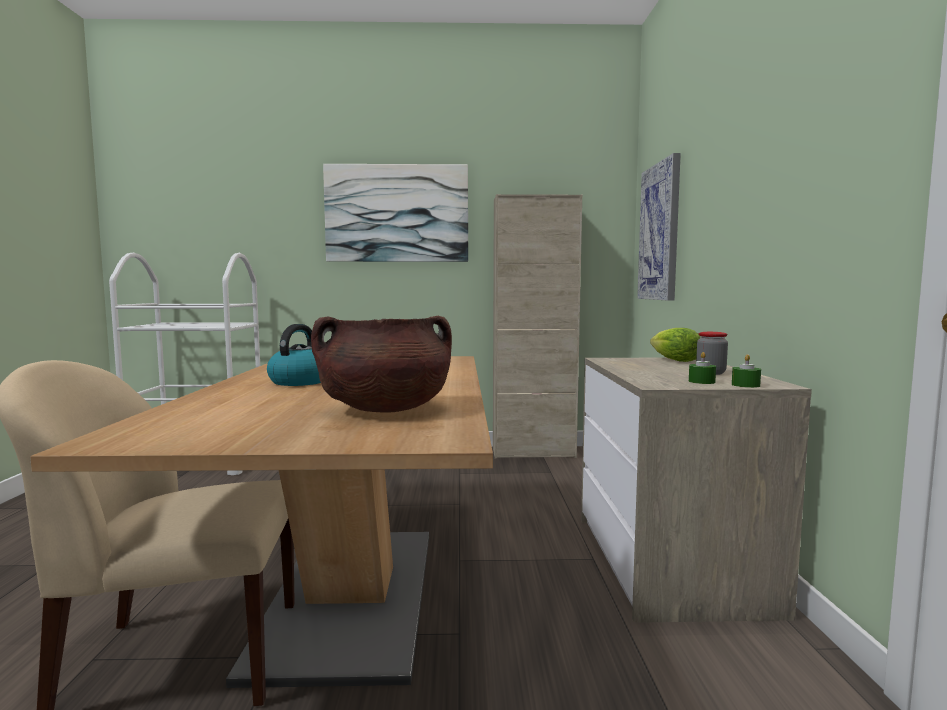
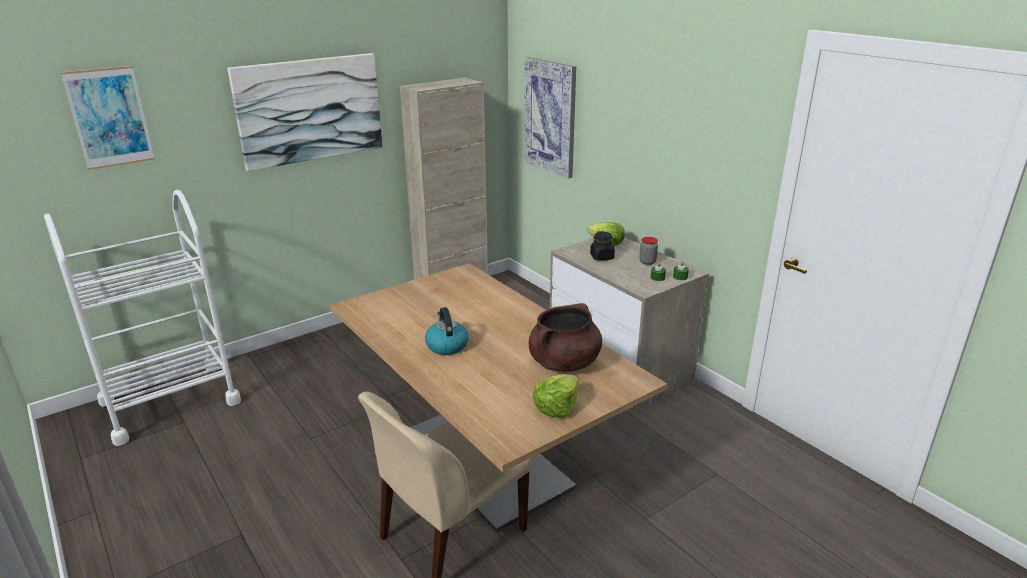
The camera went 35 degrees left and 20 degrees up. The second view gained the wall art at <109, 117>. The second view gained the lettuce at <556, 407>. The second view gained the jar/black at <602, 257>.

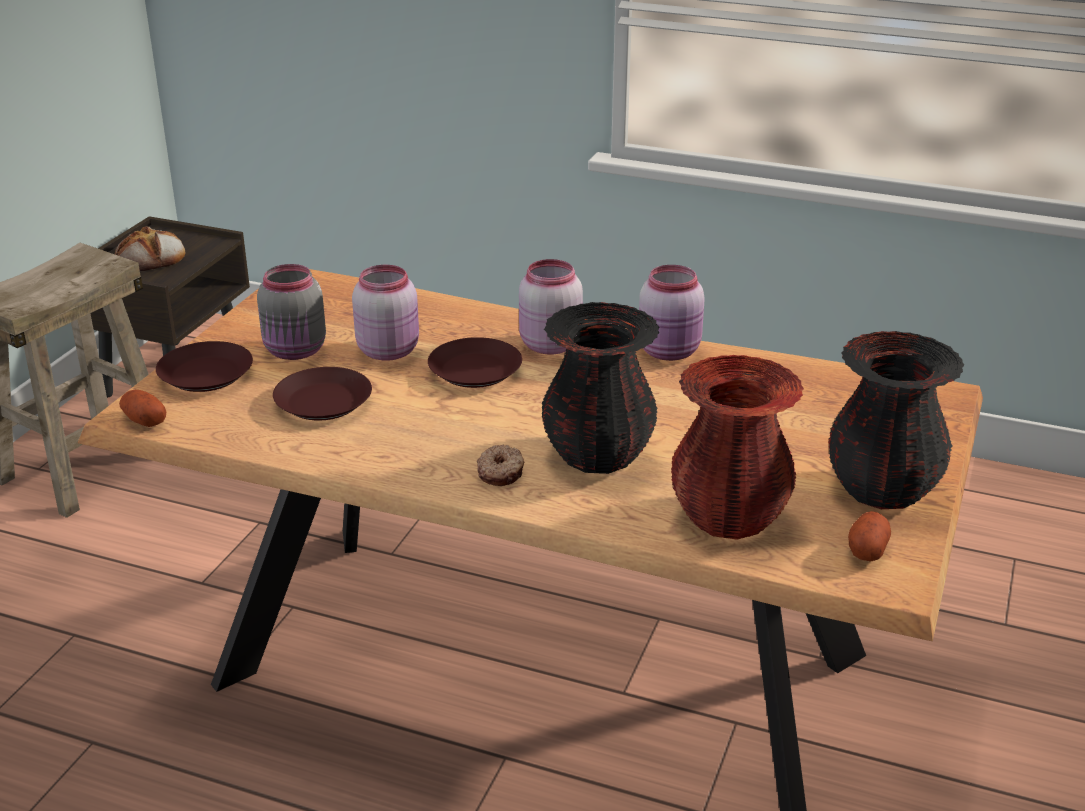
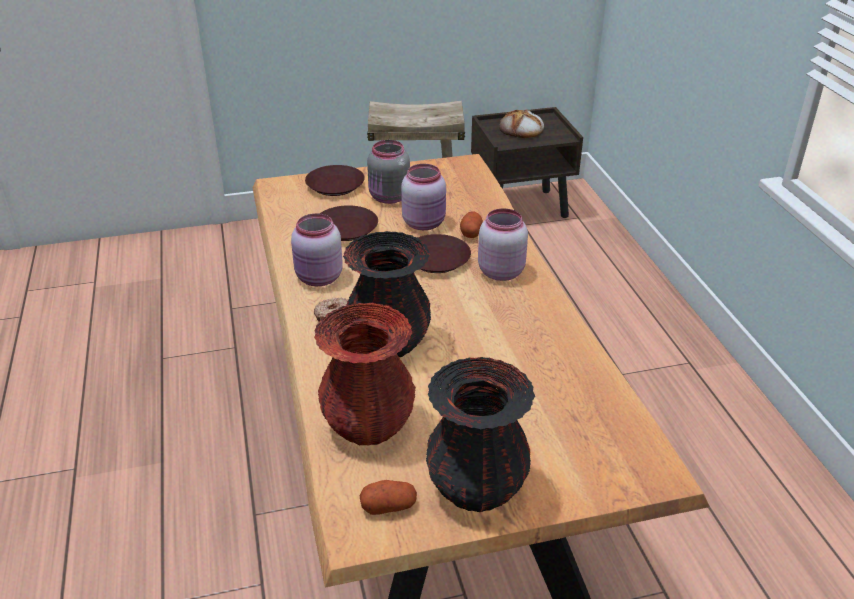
The camera went 55 degrees right and 5 degrees up. The potato ended up elsewhere, having gone from <144, 420> to <470, 232>. The jar/pink ended up elsewhere, having gone from <670, 351> to <319, 278>.

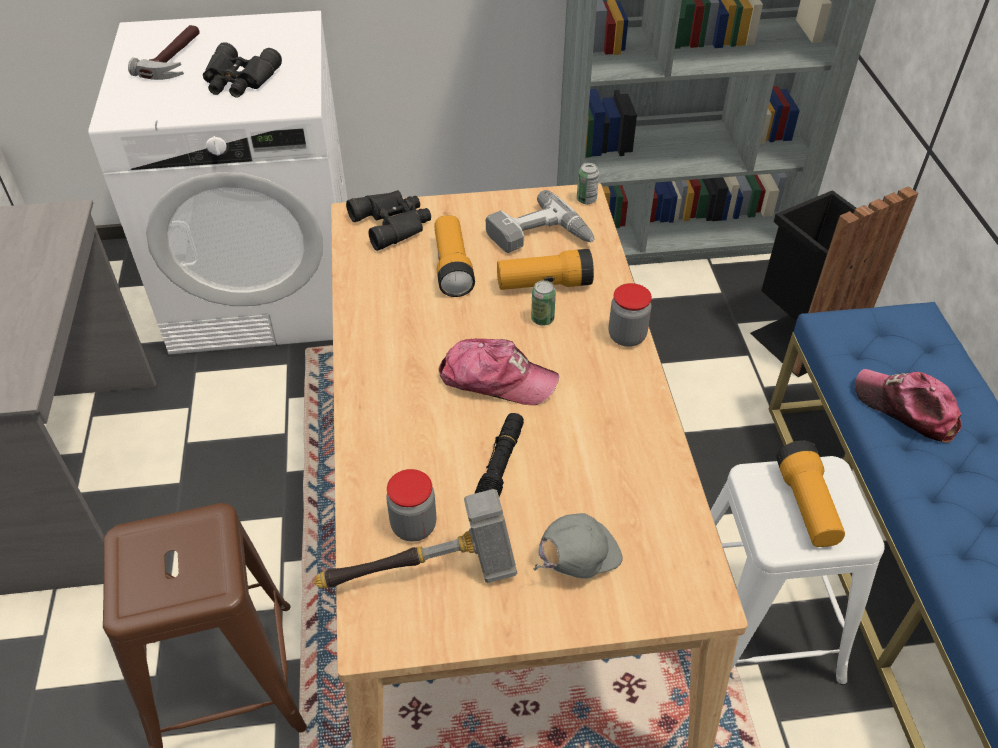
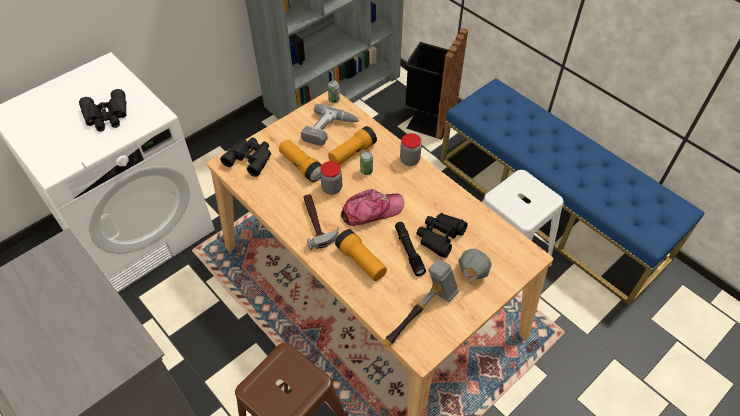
The camera went 35 degrees left and 5 degrees up. The second view lost the peaked cap at <906, 408>. The second view gained the binoculars/black at <440, 237>. The hammer ended up elsewhere, having gone from <176, 59> to <318, 223>. The jar ended up elsewhere, having gone from <413, 526> to <332, 188>. The flashlight ended up elsewhere, having gone from <806, 505> to <361, 261>.

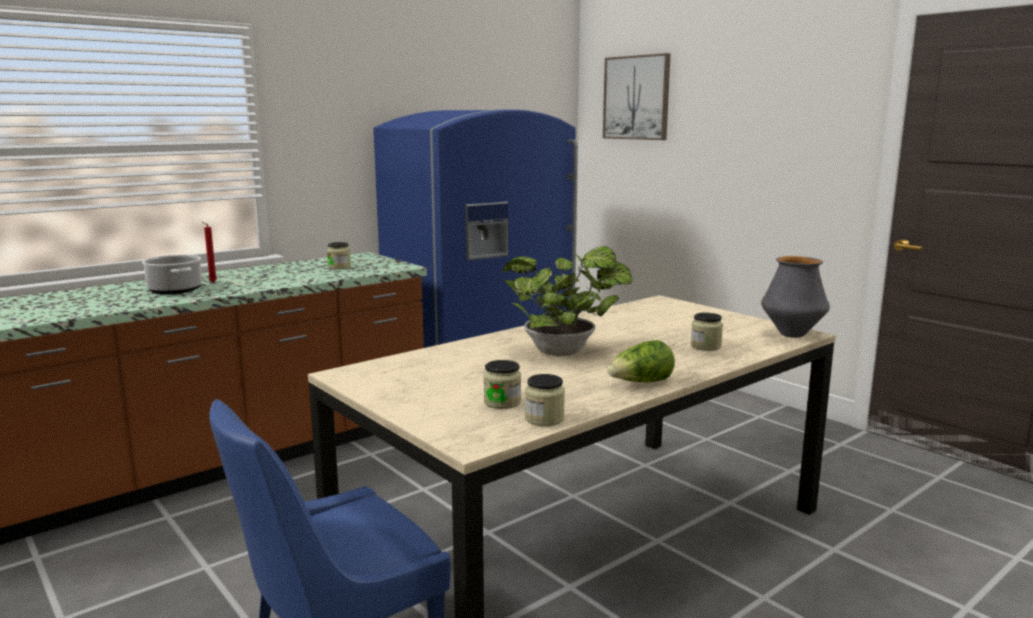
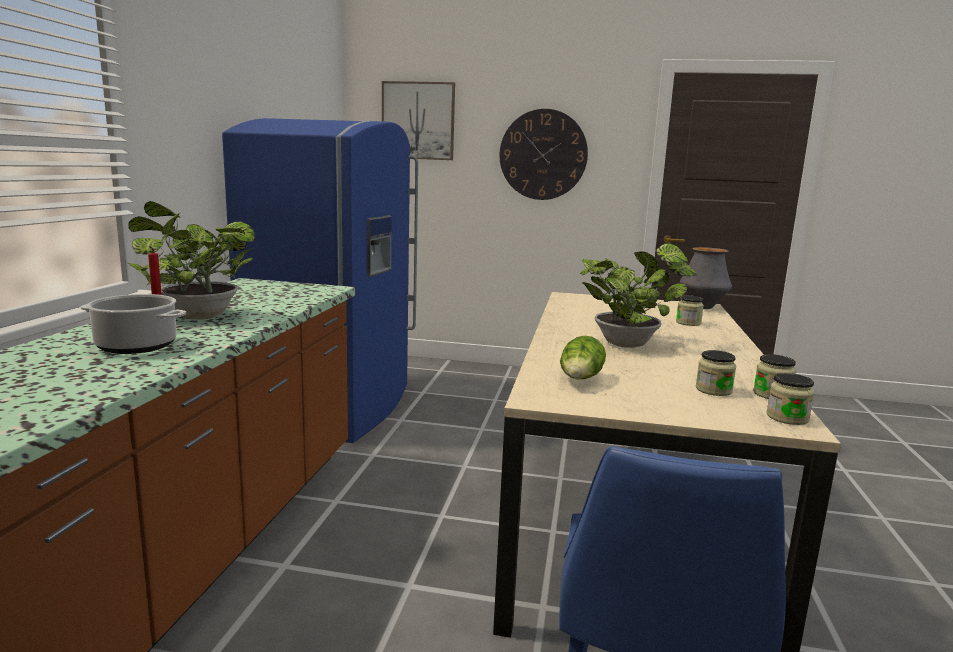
The camera went 40 degrees left and 0 degrees up. The second view gained the houseplant at <195, 315>. The second view gained the wall clock at <543, 155>. The jar ended up elsewhere, having gone from <339, 267> to <787, 417>. The lettuce ended up elsewhere, having gone from <641, 383> to <580, 380>.

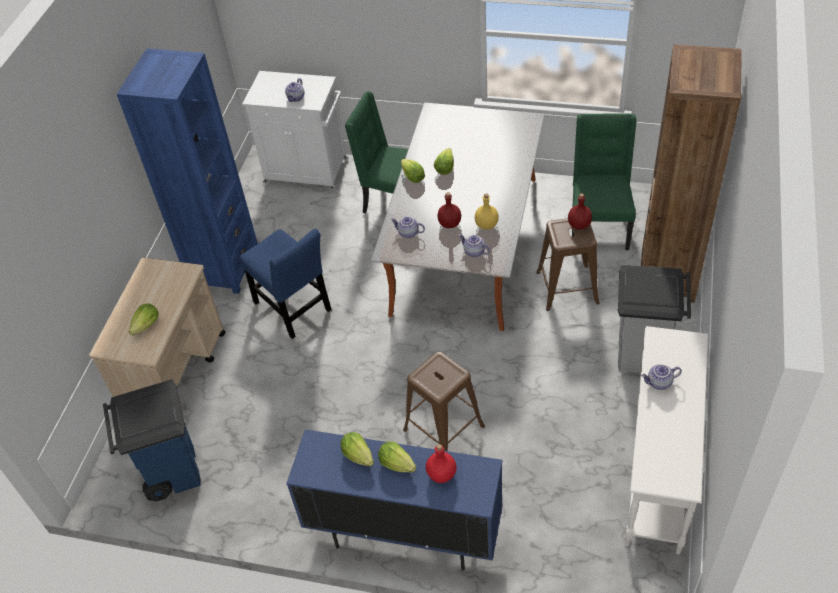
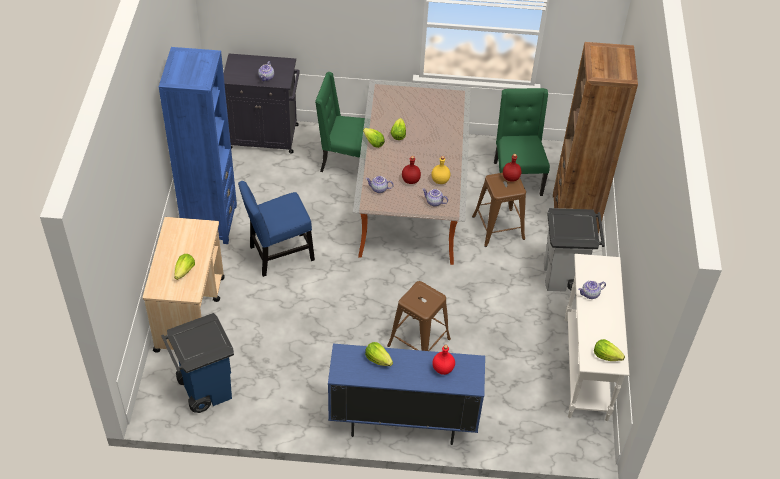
The camera went 15 degrees left and 0 degrees up. The lettuce ended up elsewhere, having gone from <397, 464> to <606, 356>. What was the cupboard/whitish at <308, 171> turned into the cupboard/black at <265, 137>. The upright chair/blue-coloured at <294, 309> ended up facing another way, 120 degrees clockwise from before.

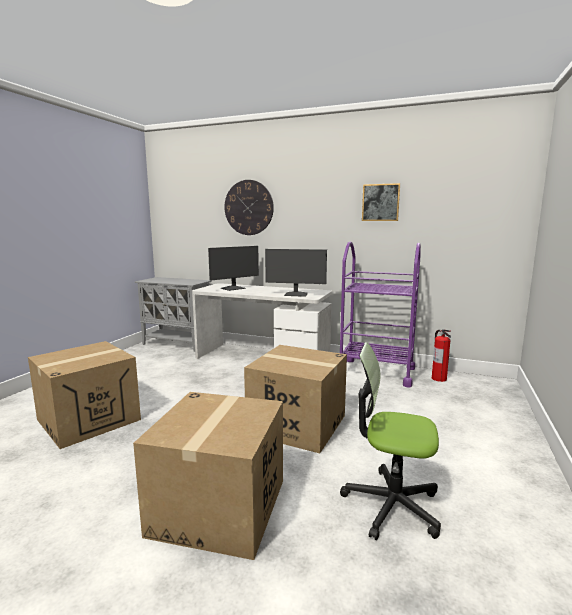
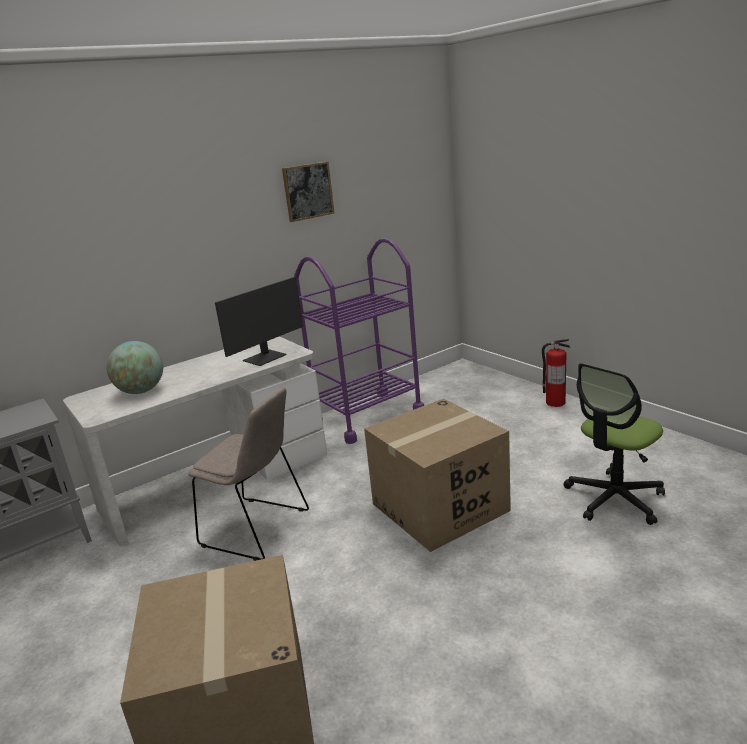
The camera went 55 degrees left and 10 degrees up. The second view lost the carton at <219, 507>. The second view lost the wall clock at <248, 207>. The second view gained the upright chair/sand-coloured at <258, 529>. The fire extinguisher ended up elsewhere, having gone from <438, 378> to <555, 402>. Where the computer display stood at <233, 288>, the globe came to stand at <141, 391>.

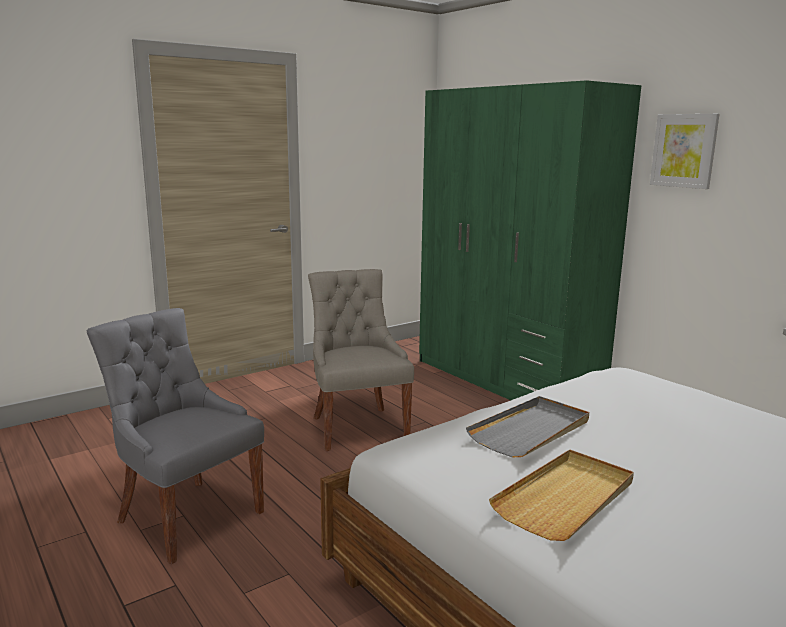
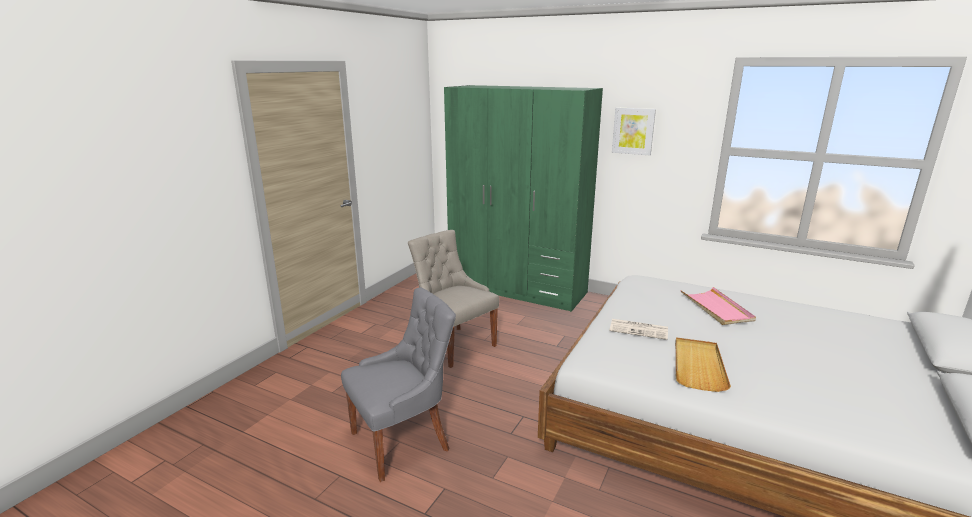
The camera went 25 degrees left and 5 degrees up. The second view gained the tray/pink at <716, 308>. Where the tray/gray stood at <531, 430>, the printed paper came to stand at <639, 329>. The upright chair/gray at <187, 516> ended up facing another way, 135 degrees clockwise from before.

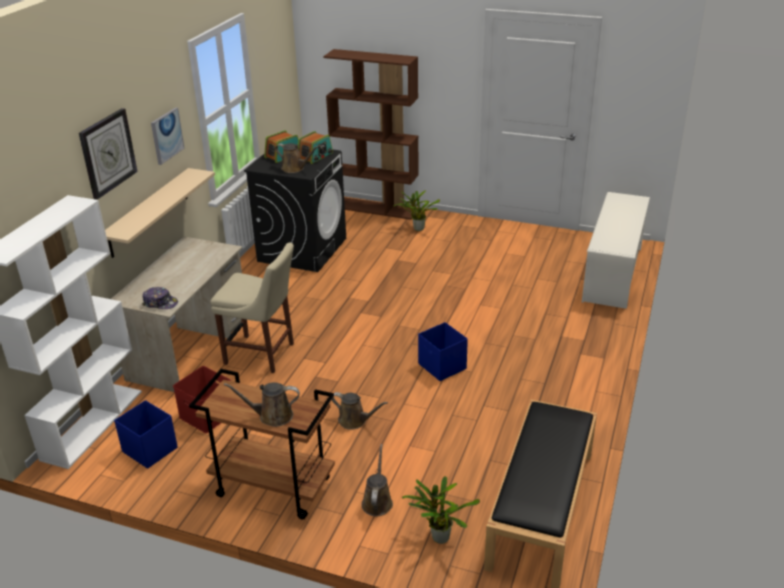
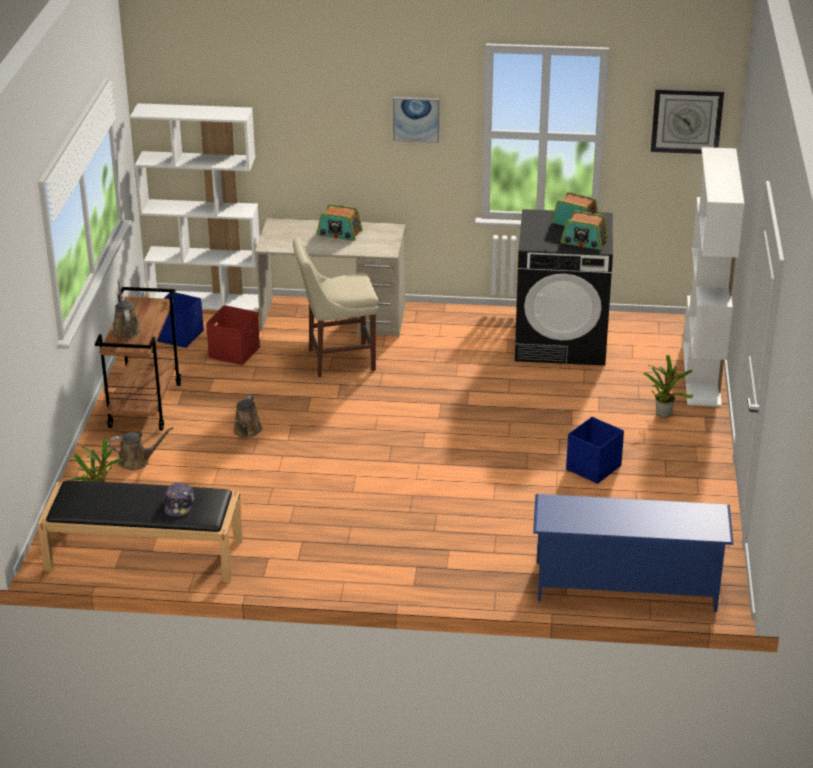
The camera went 75 degrees right and 0 degrees up. The second view lost the wall shelf/sand-coloured at <148, 212>. The second view lost the watering can/brown-coloured at <294, 168>. The second view gained the radio at <339, 233>. The wall clock ended up elsewhere, having gone from <107, 153> to <686, 120>. The peaked cap ended up elsewhere, having gone from <160, 303> to <179, 505>. The storage bin/blue-coloured ended up elsewhere, having gone from <442, 367> to <592, 468>. What was the bookshelf/brown-coloured at <376, 208> turned into the bookshelf/whitish at <702, 374>. What was the shoe stand/whitish at <613, 274> turned into the shoe stand/blue-coloured at <626, 587>. The upright chair/sand-coloured at <262, 354> ended up facing another way, 75 degrees clockwise from before.

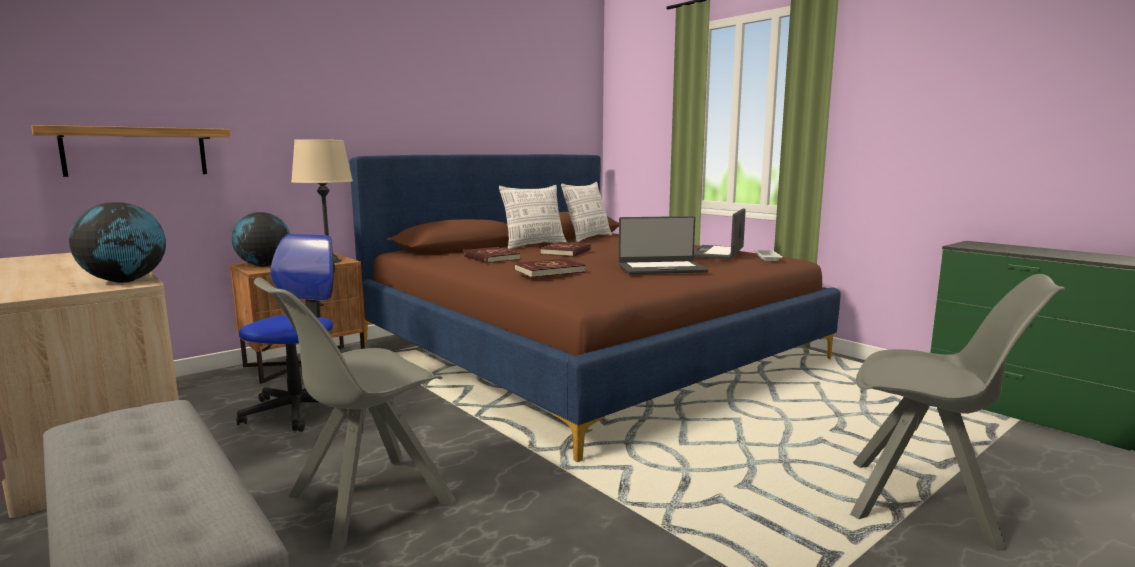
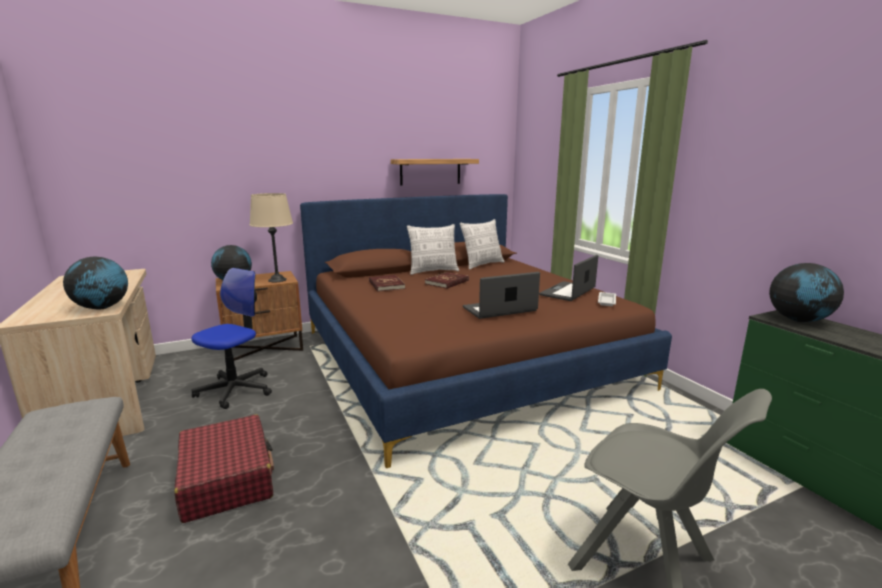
The camera went 15 degrees right and 5 degrees up. The second view lost the book/red-coloured at <549, 271>. The second view gained the globe at <799, 320>. The wall shelf ended up elsewhere, having gone from <136, 152> to <430, 171>. Where the upright chair/gray stood at <366, 501>, the suitcase/red-coloured came to stand at <227, 478>. The portable computer at <661, 268> ended up facing another way, 150 degrees clockwise from before.

